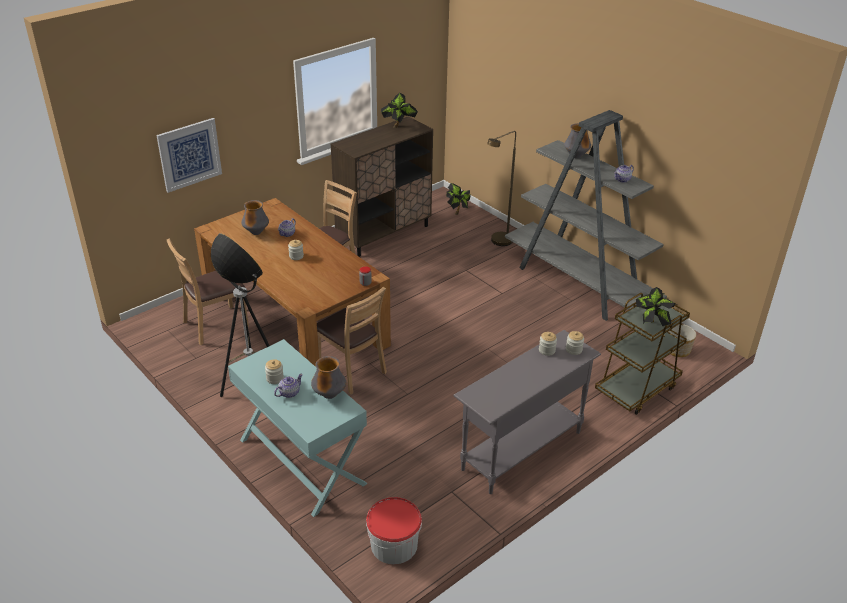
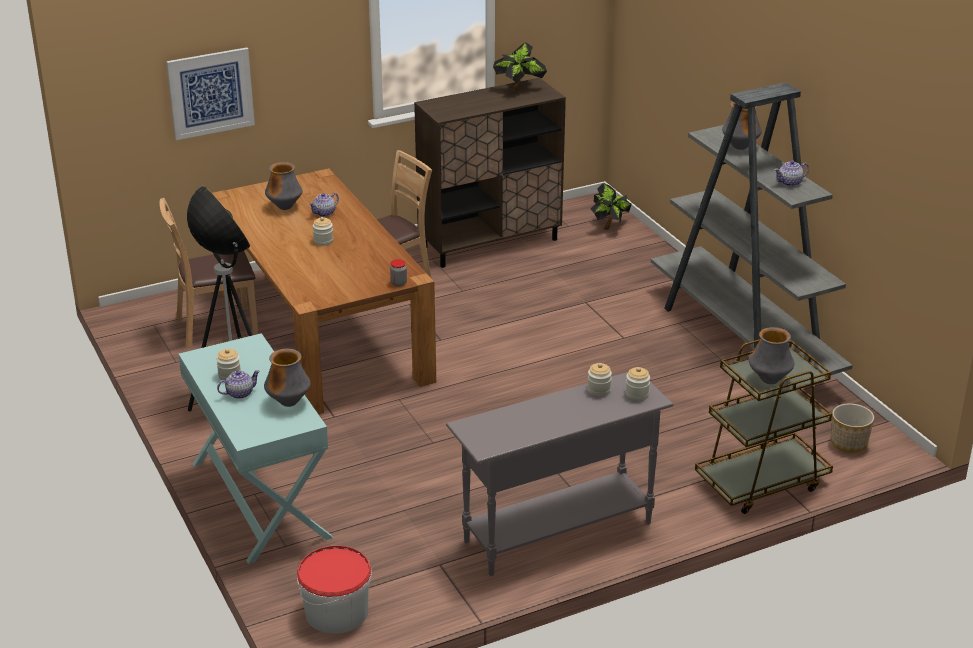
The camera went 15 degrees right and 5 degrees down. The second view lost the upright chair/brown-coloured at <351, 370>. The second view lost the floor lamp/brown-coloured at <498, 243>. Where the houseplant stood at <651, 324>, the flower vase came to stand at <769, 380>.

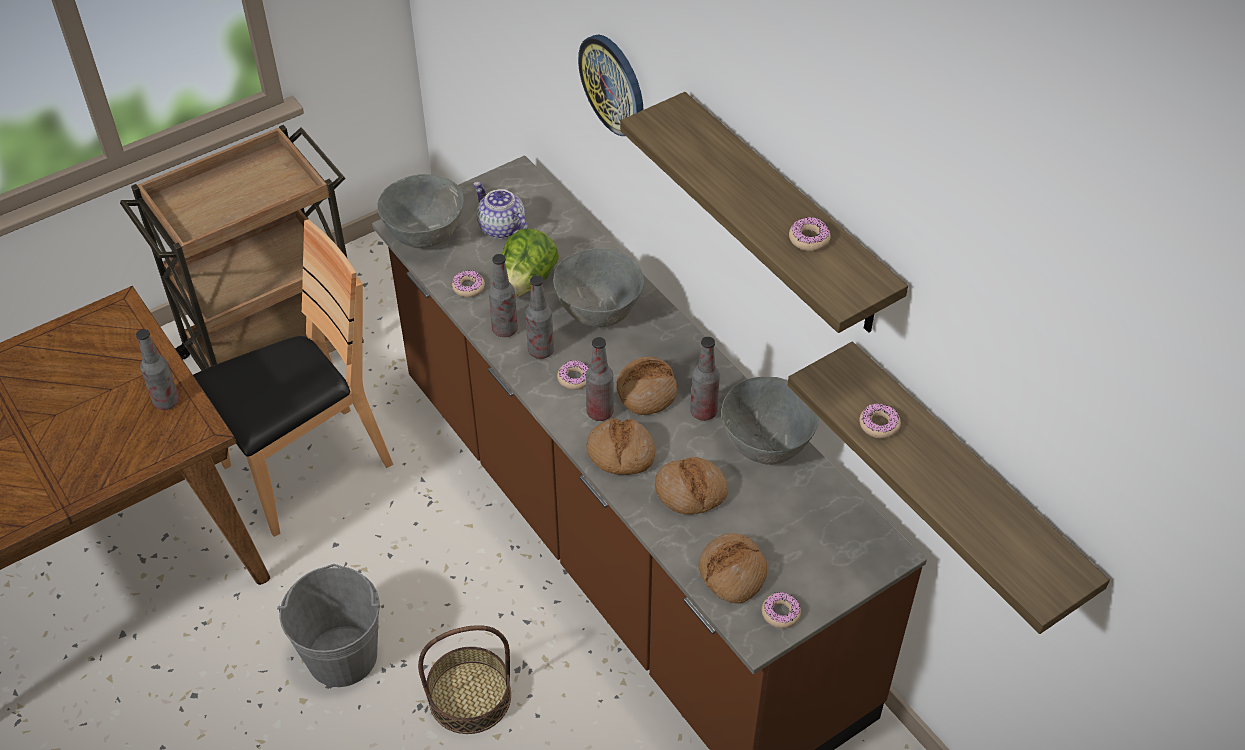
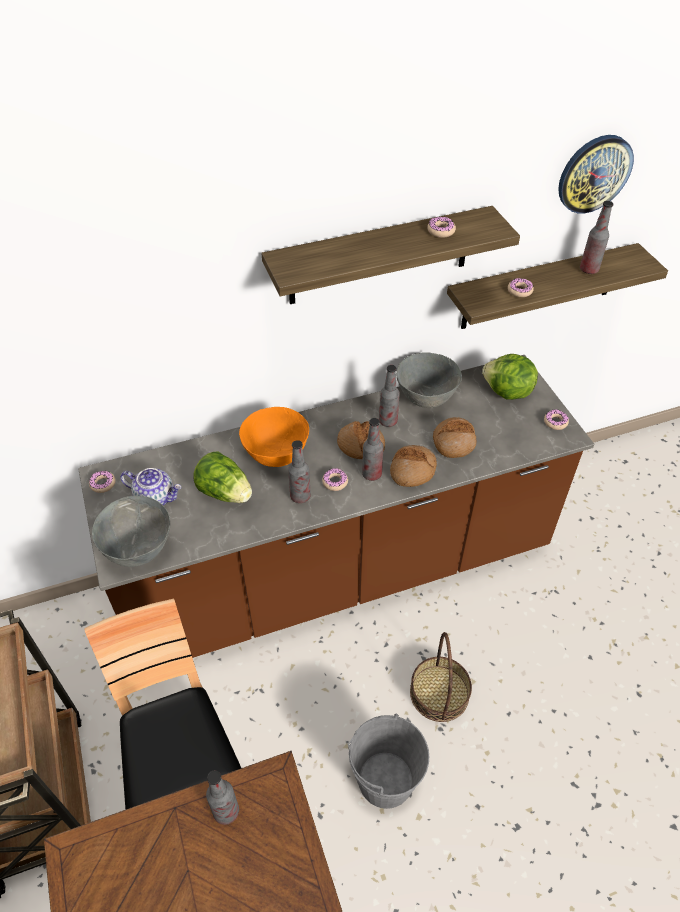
The camera went 75 degrees left and 0 degrees up. The second view lost the baked bread at <732, 573>. The second view gained the lettuce at <507, 392>. The ring doughnut ended up elsewhere, having gone from <468, 287> to <103, 484>. The bottle ended up elsewhere, having gone from <505, 329> to <589, 269>. The wall clock ended up elsewhere, having gone from <613, 84> to <594, 173>. What was the serving bowl/gray at <600, 313> turned into the serving bowl/orange-coloured at <276, 455>. The pot for tea at <501, 227> ended up facing another way, 135 degrees counterclockwise from before.

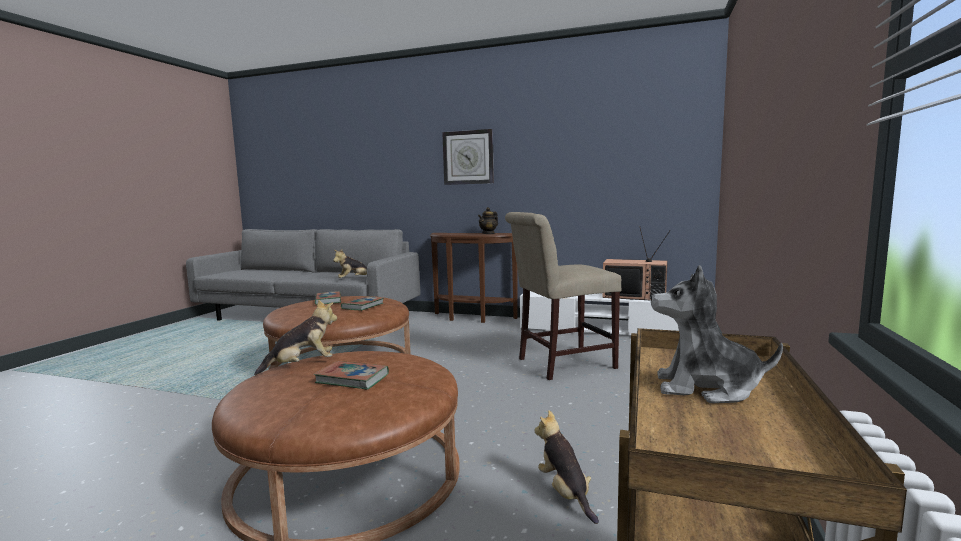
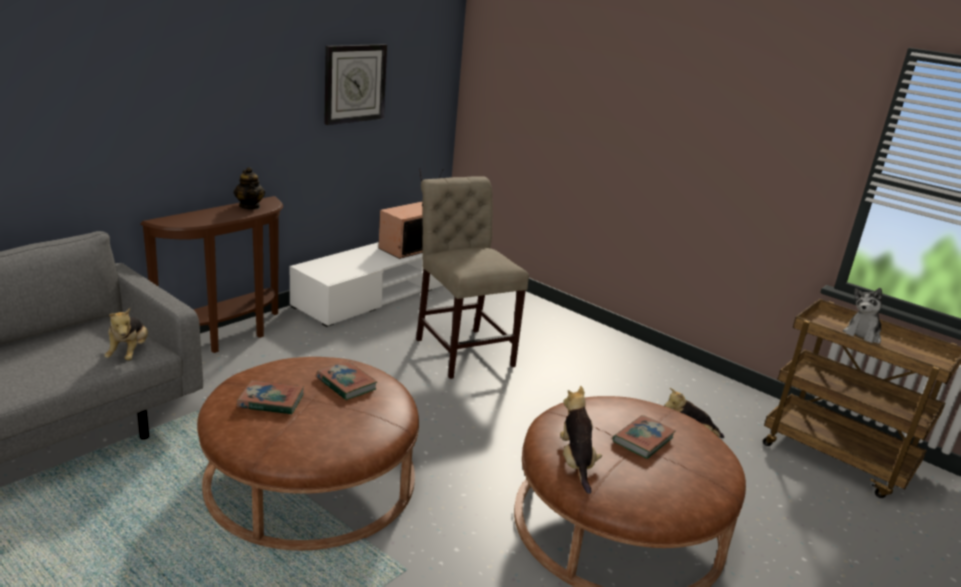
The camera went 70 degrees left and 15 degrees up. The wall clock ended up elsewhere, having gone from <468, 157> to <354, 83>. The upright chair/sand-coloured at <561, 364> ended up facing another way, 150 degrees clockwise from before.

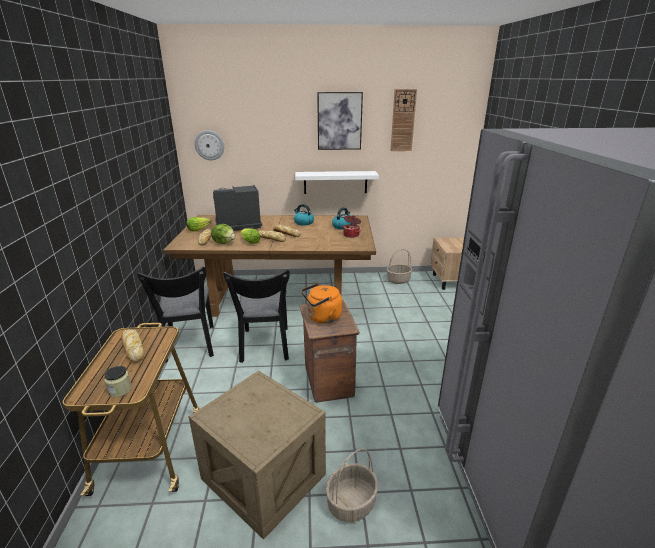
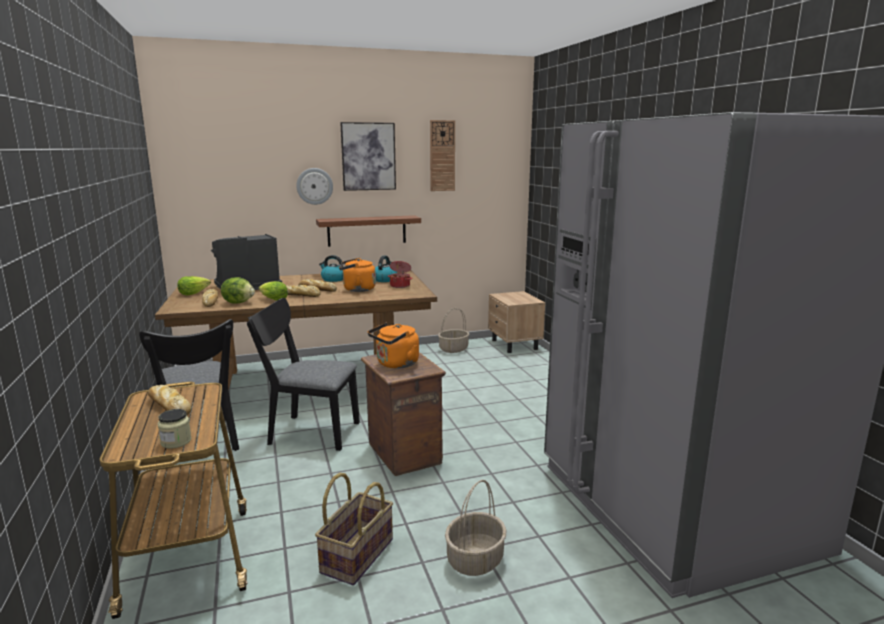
The camera went 15 degrees left and 10 degrees down. The second view gained the tea kettle/orange-coloured at <357, 289>. The wall clock ended up elsewhere, having gone from <209, 145> to <314, 186>. Where the packing crate stood at <263, 476>, the household basket came to stand at <356, 555>. What was the wall shelf/whitish at <335, 182> turned into the wall shelf/brown-coloured at <367, 230>. The upright chair/black at <265, 347> ended up facing another way, 120 degrees clockwise from before.

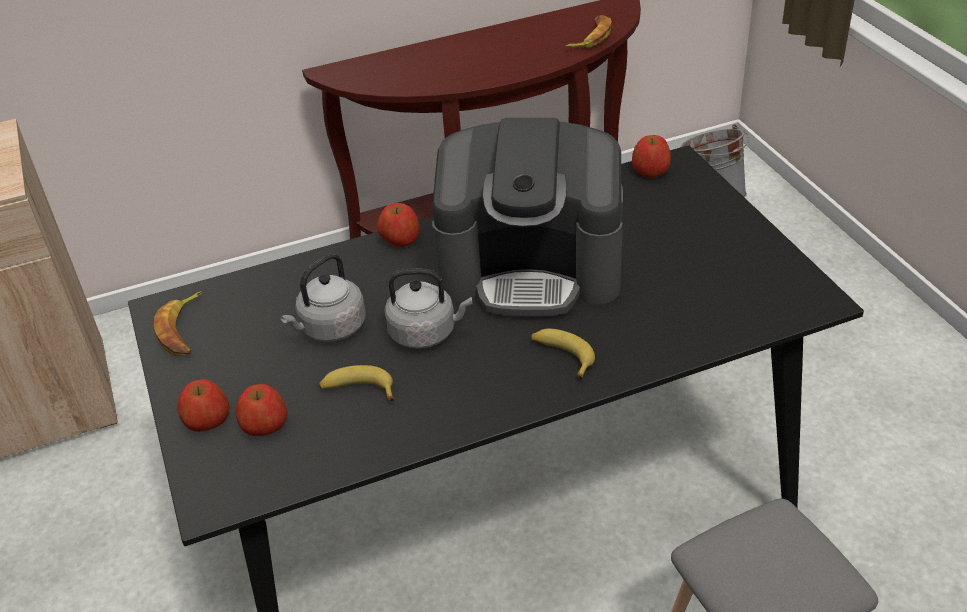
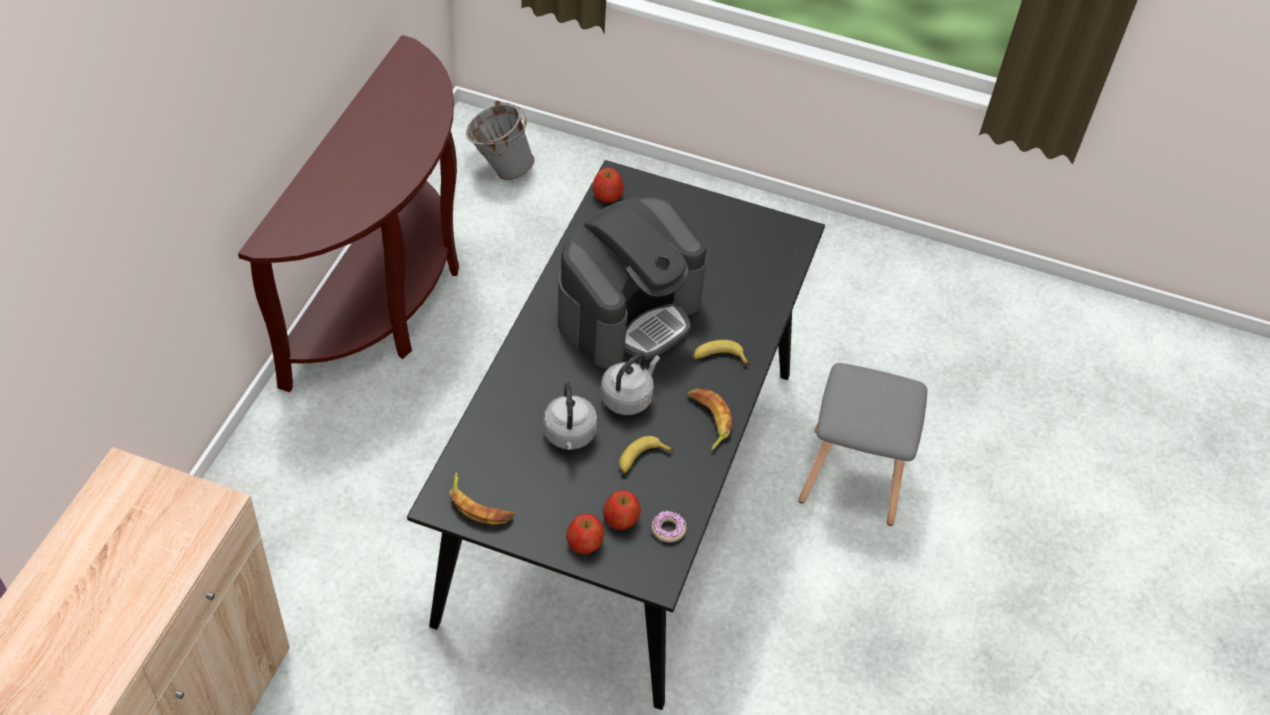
The camera went 55 degrees left and 10 degrees up. The second view lost the whole apple at <400, 239>. The second view gained the ring doughnut at <668, 529>. The banana ended up elsewhere, having gone from <591, 37> to <708, 420>.

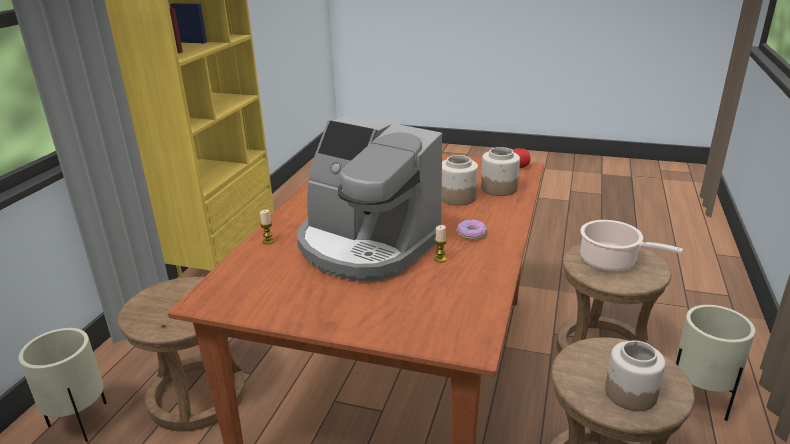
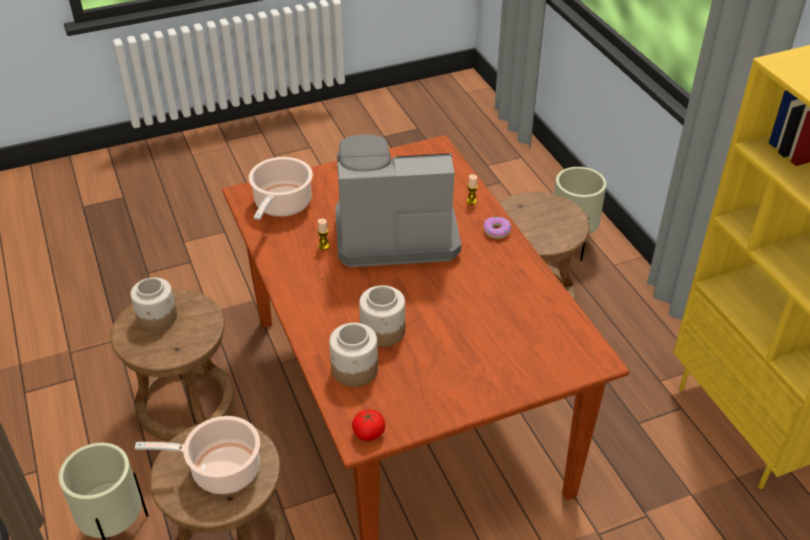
The camera went 140 degrees right and 15 degrees up. The second view gained the stockpot at <282, 205>. The ring doughnut ended up elsewhere, having gone from <472, 234> to <496, 231>.

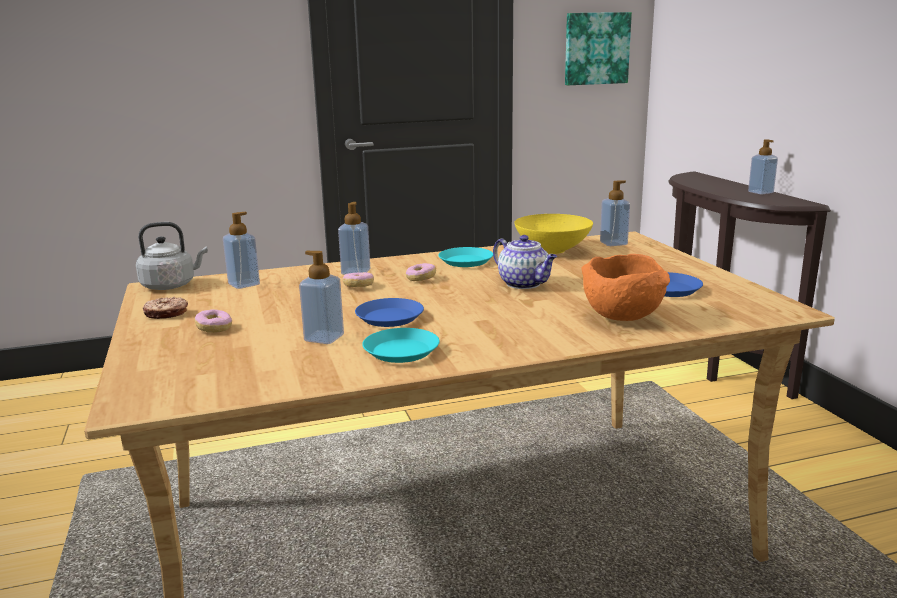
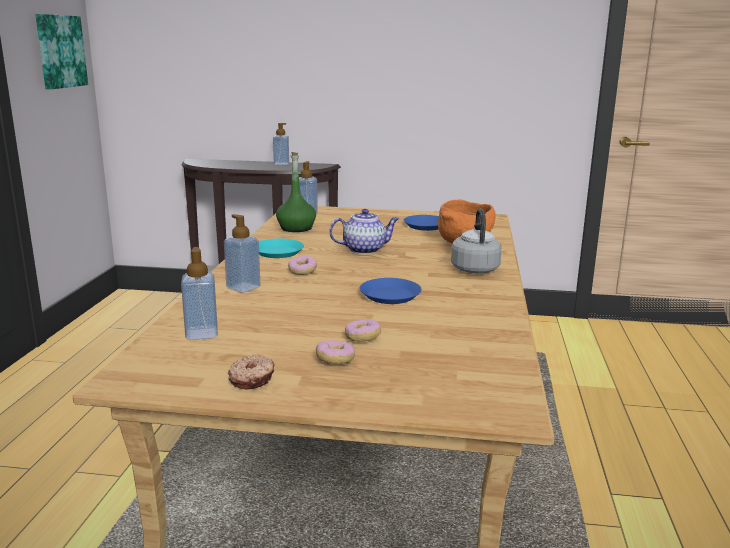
The camera went 65 degrees left and 0 degrees up. The second view lost the liquid soap bottle at <324, 338>. The second view lost the plate/turquoise at <401, 351>. The tea kettle/gray ended up elsewhere, having gone from <171, 285> to <474, 268>. The ring doughnut ended up elsewhere, having gone from <358, 286> to <362, 338>. Where the serving bowl/yellow-coloured stood at <554, 251>, the bottle/green came to stand at <296, 228>.

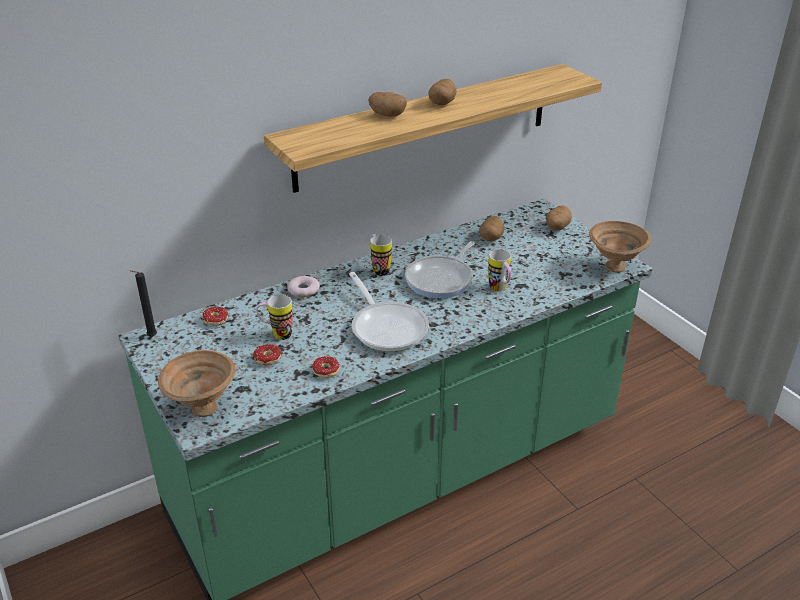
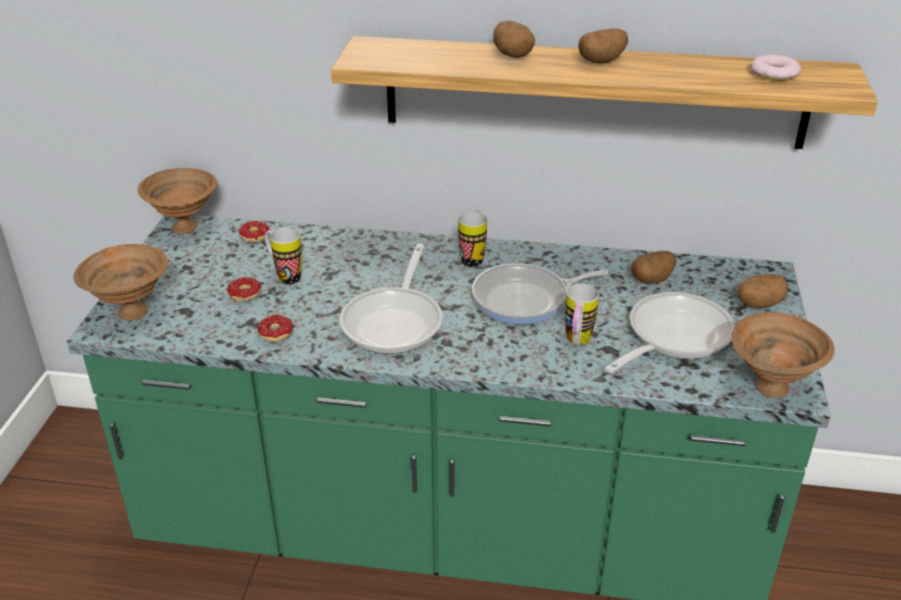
The camera went 40 degrees right and 0 degrees up. The second view gained the frying pan at <672, 337>. The ring doughnut ended up elsewhere, having gone from <303, 290> to <774, 73>. Where the candle/black stood at <150, 337>, the serving bowl/brown-coloured came to stand at <184, 226>.

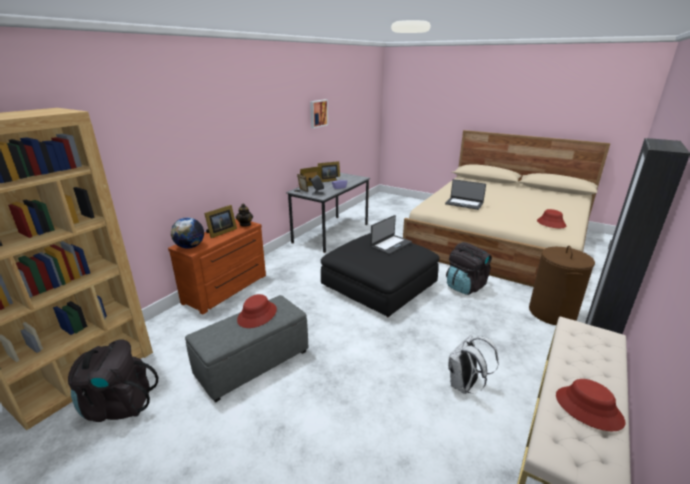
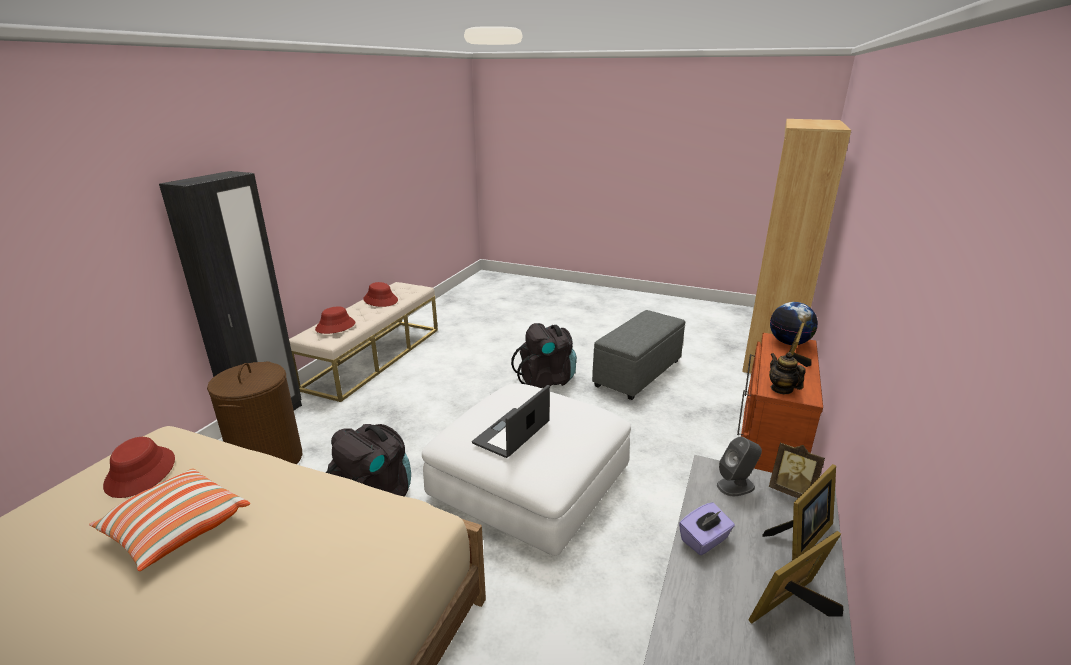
The camera went 170 degrees right and 0 degrees up. The second view lost the wall art at <318, 113>. The second view lost the portable computer at <464, 203>. The second view lost the rucksack/whitish at <464, 386>. The second view gained the pillow at <176, 529>. The rucksack/black ended up elsewhere, having gone from <118, 405> to <546, 379>. The hat/red-coloured ended up elsewhere, having gone from <257, 315> to <335, 326>. What was the ottoman/black at <379, 285> turned into the ottoman/whitish at <530, 483>.

